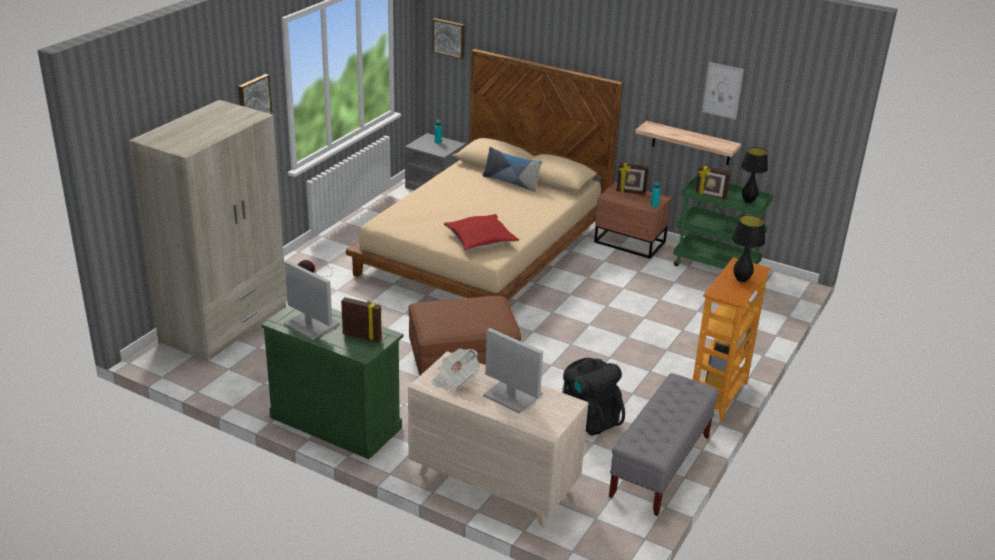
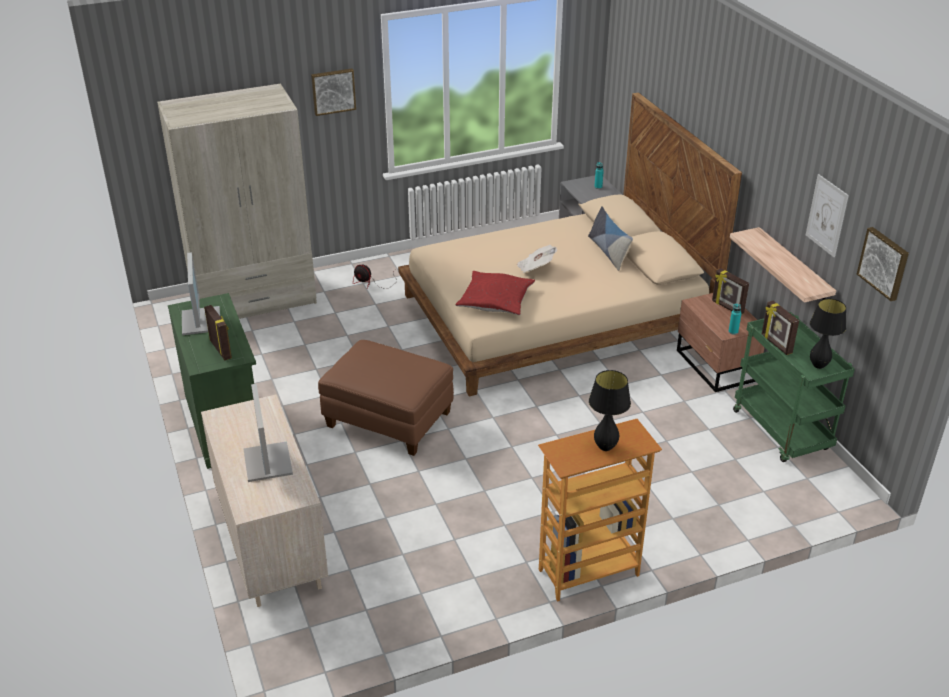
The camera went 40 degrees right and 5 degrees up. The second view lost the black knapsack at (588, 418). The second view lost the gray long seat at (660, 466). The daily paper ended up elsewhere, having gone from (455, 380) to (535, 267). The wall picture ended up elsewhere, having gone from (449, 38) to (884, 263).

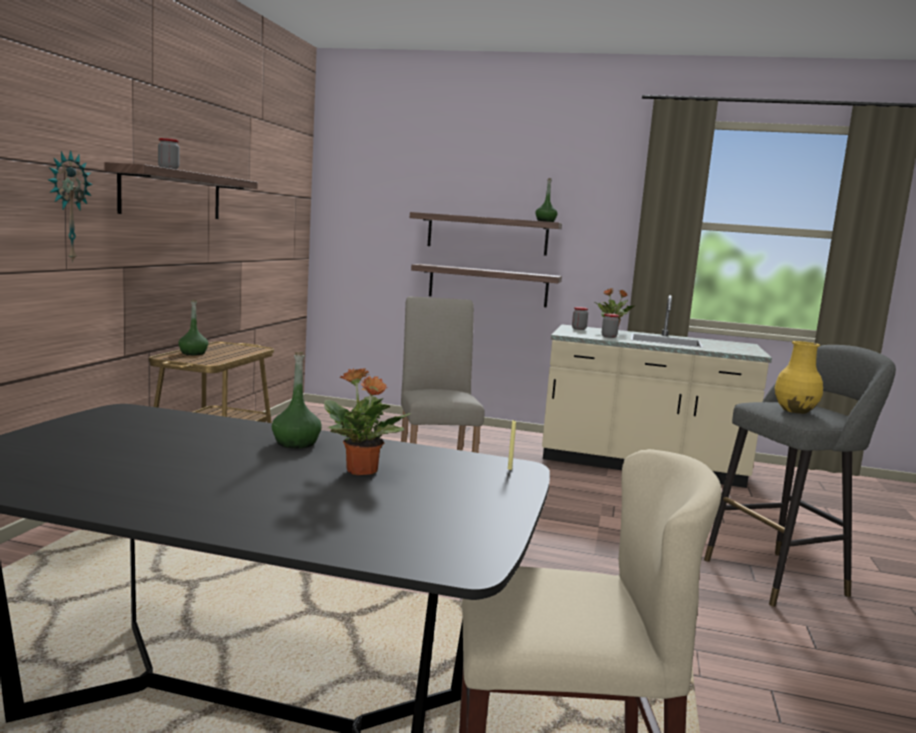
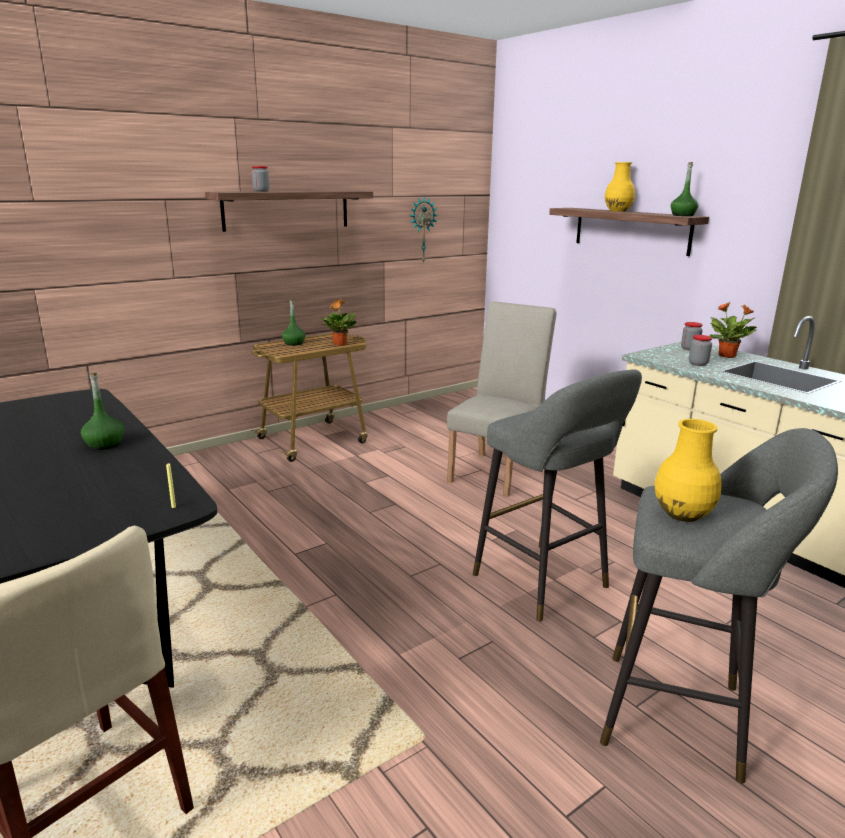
The camera went 40 degrees right and 10 degrees up. The second view lost the bracket shelf at (488, 285). The second view gained the gray stool seat at (545, 584). The second view gained the yellow vase at (618, 211). The wall clock ended up elsewhere, having gone from (67, 206) to (422, 230). The plant in a pot ended up elsewhere, having gone from (362, 471) to (339, 344).

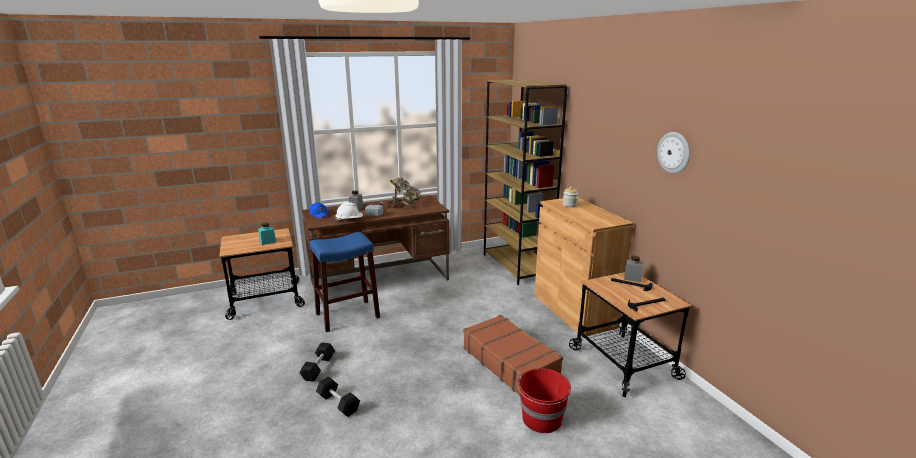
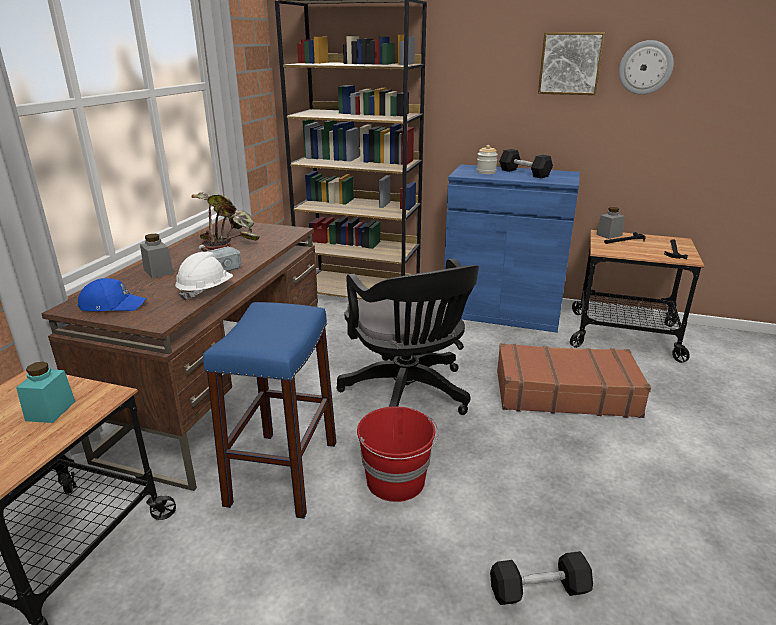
The camera went 50 degrees left and 5 degrees up. The second view gained the black desk chair at (408, 395). The second view gained the wall picture at (570, 63). The black hand weight ended up elsewhere, having gone from (318, 368) to (524, 173). The red-coloured bucket ended up elsewhere, having gone from (542, 419) to (396, 481). What was the brown cabinet at (574, 311) turned into the bluish cabinet at (501, 312).

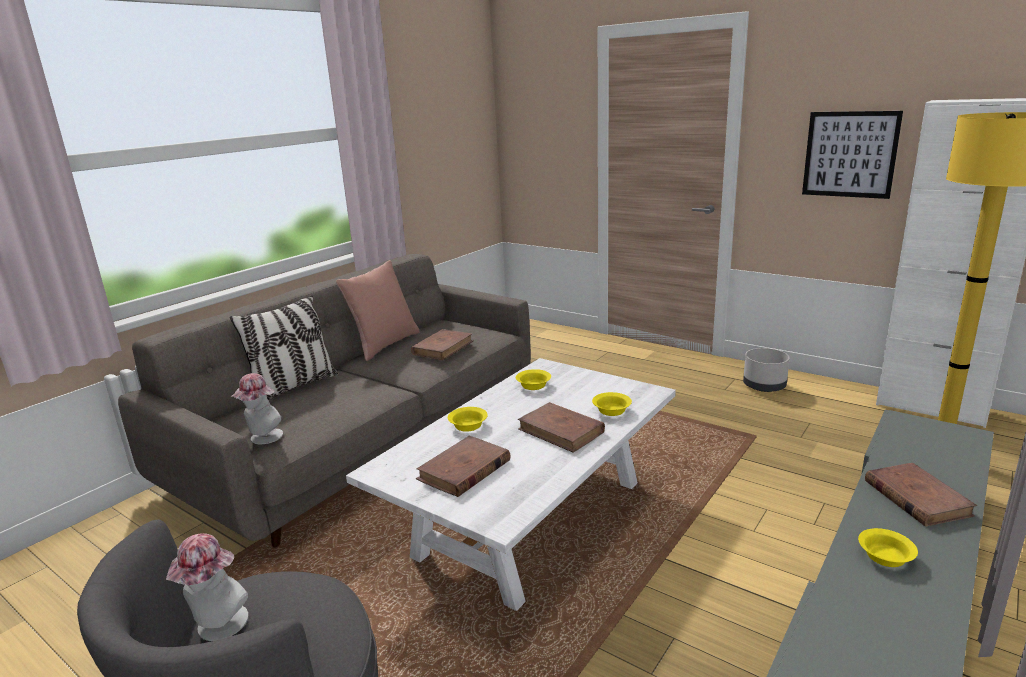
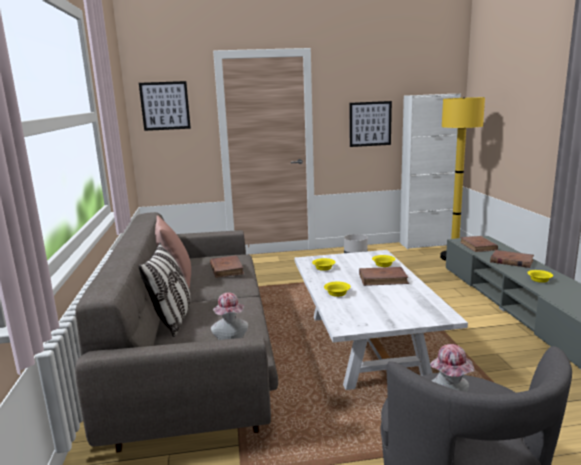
The camera went 45 degrees left and 5 degrees down. The second view gained the wall picture at (165, 106). The brown volume ended up elsewhere, having gone from (464, 470) to (478, 246).

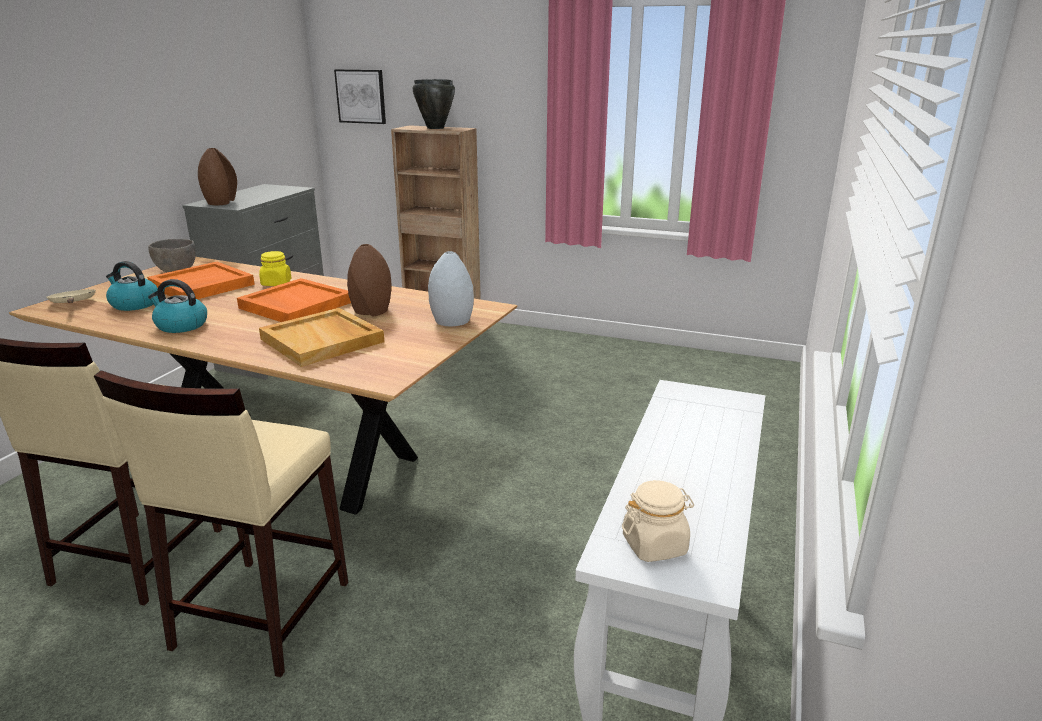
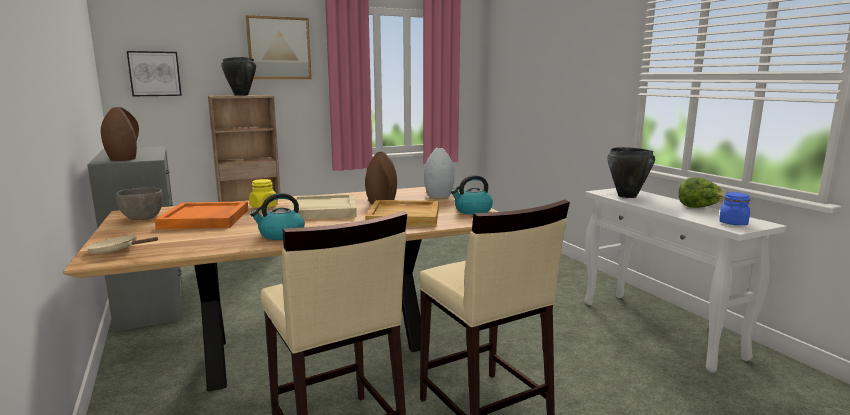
The camera went 45 degrees left and 10 degrees down. The second view gained the wall picture at (279, 48). The second view gained the black cooking pot at (627, 196). The second view gained the lettuce at (699, 207). The tea kettle ended up elsewhere, having gone from (134, 304) to (472, 211). What was the orange serving tray at (295, 305) turned into the beige-coloured serving tray at (322, 210). What was the beige-coloured storage jar at (655, 545) turned into the bluish storage jar at (733, 223).

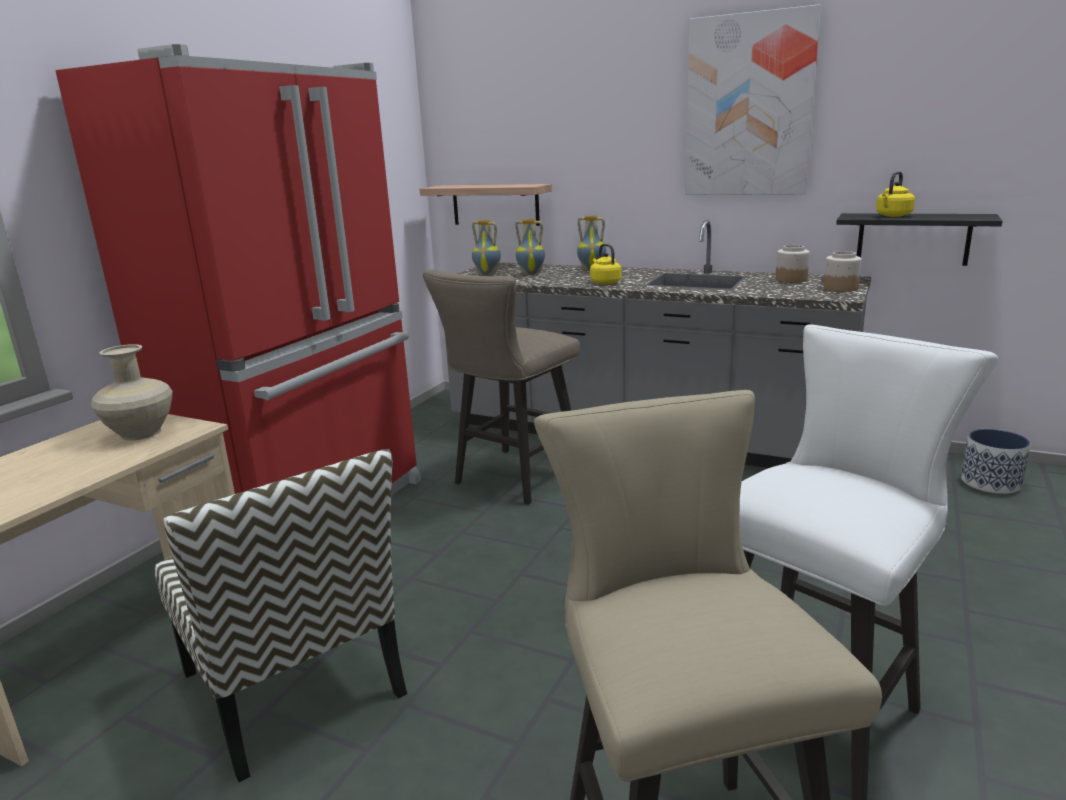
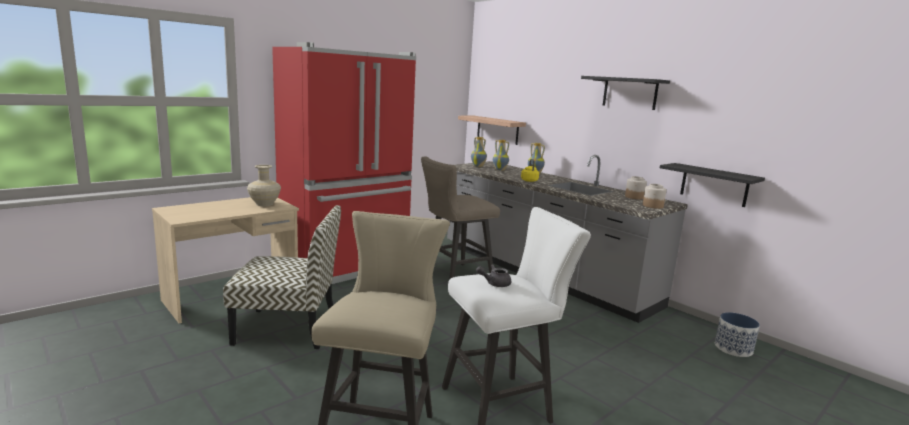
The camera went 20 degrees right and 5 degrees down. The second view lost the yellow tea kettle at (892, 216). The second view gained the gray pot for tea at (494, 283). Where the wall picture hung at (748, 106), the black bracket shelf came to hang at (629, 93). The plain chair at (295, 685) ended up facing another way, 75 degrees counterclockwise from before.

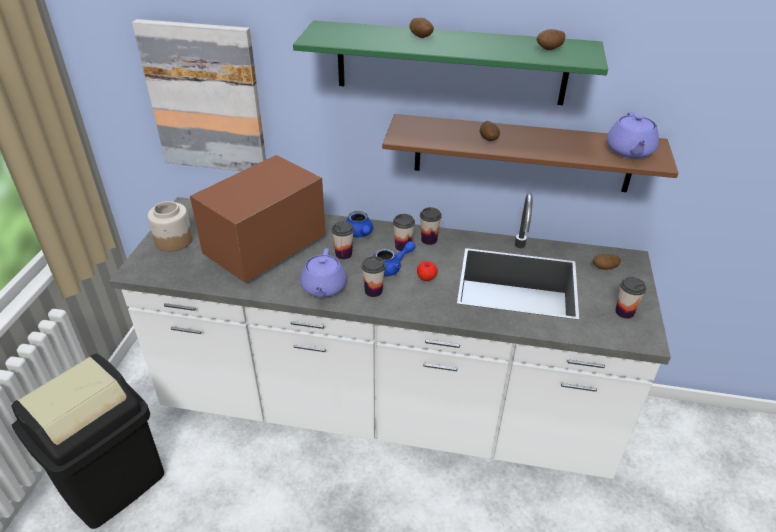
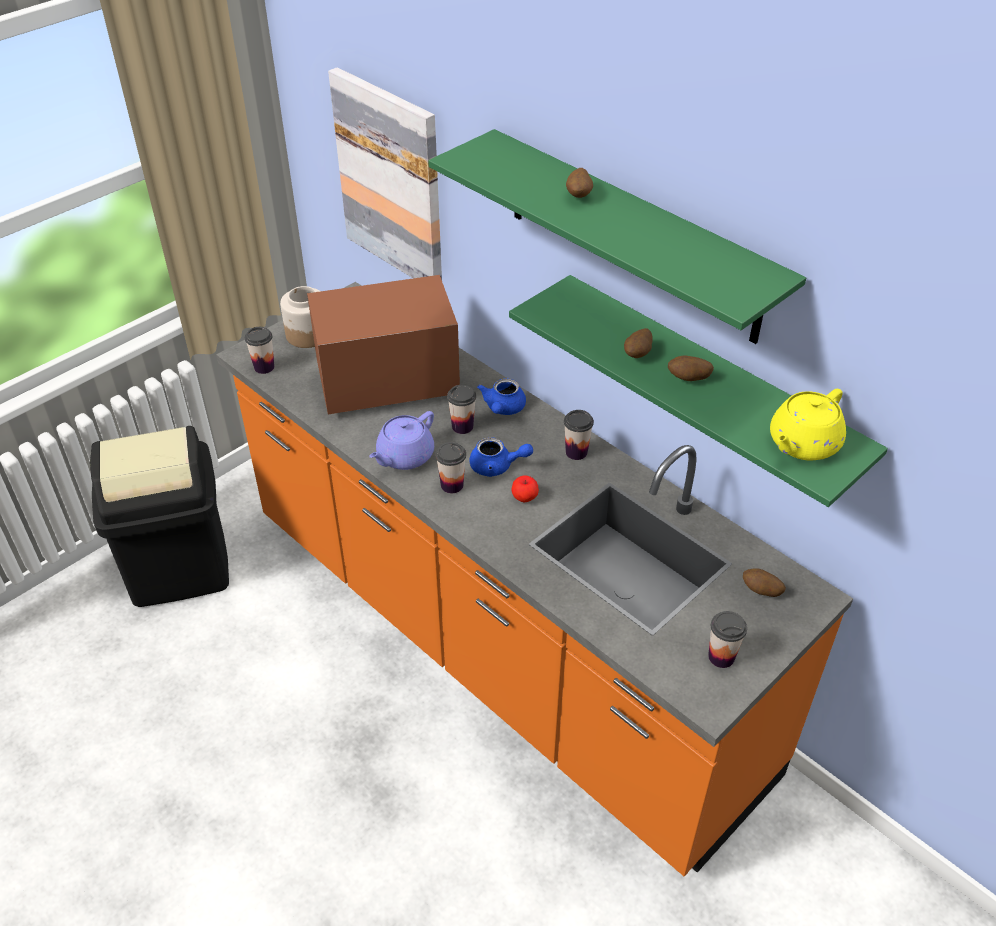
The camera went 35 degrees right and 5 degrees up. The small cup ended up elsewhere, having gone from (403, 246) to (264, 367). The whole potato ended up elsewhere, having gone from (549, 50) to (688, 379). What was the whitish counter at (386, 409) turned into the orange counter at (497, 644). What was the brown bracket shelf at (522, 153) turned into the green bracket shelf at (708, 388). What was the purplish pot for tea at (629, 151) turned into the yellow pot for tea at (802, 444).

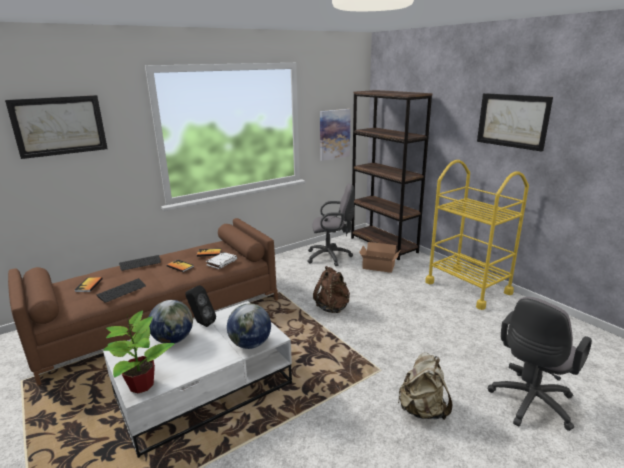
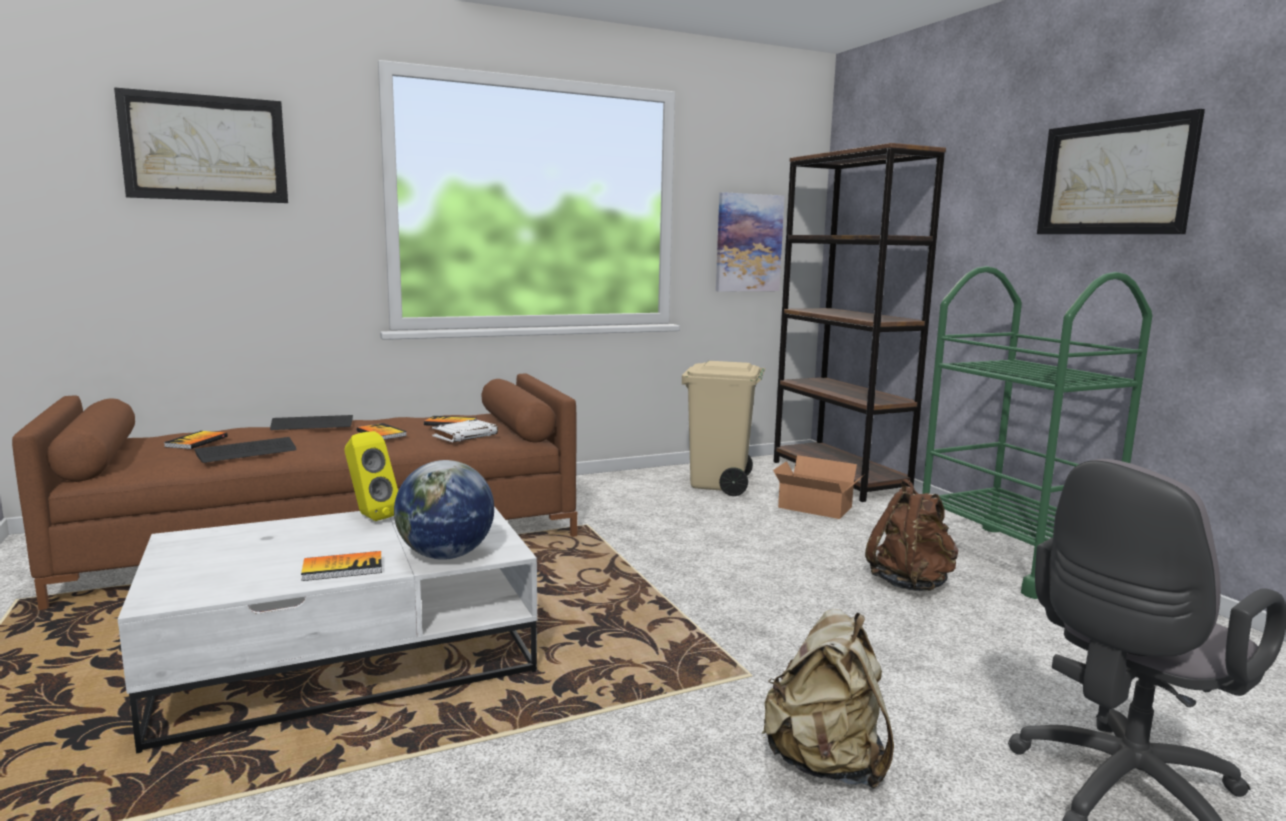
The camera went 10 degrees right and 10 degrees down. The second view lost the plant in a pot at (142, 384). The second view lost the globe at (173, 339). The second view gained the volume at (342, 568). The brown knapsack ended up elsewhere, having gone from (332, 307) to (910, 583). Where the gray desk chair stood at (331, 257), the beige-coloured waste bin came to stand at (719, 484). What was the black speaker at (201, 323) turned into the yellow speaker at (370, 516). What was the yellow wheeled cart at (468, 287) turned into the green wheeled cart at (1010, 559).

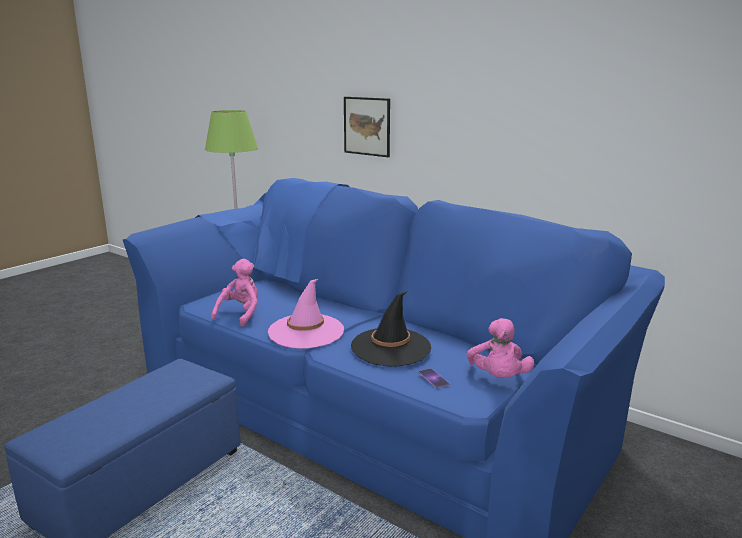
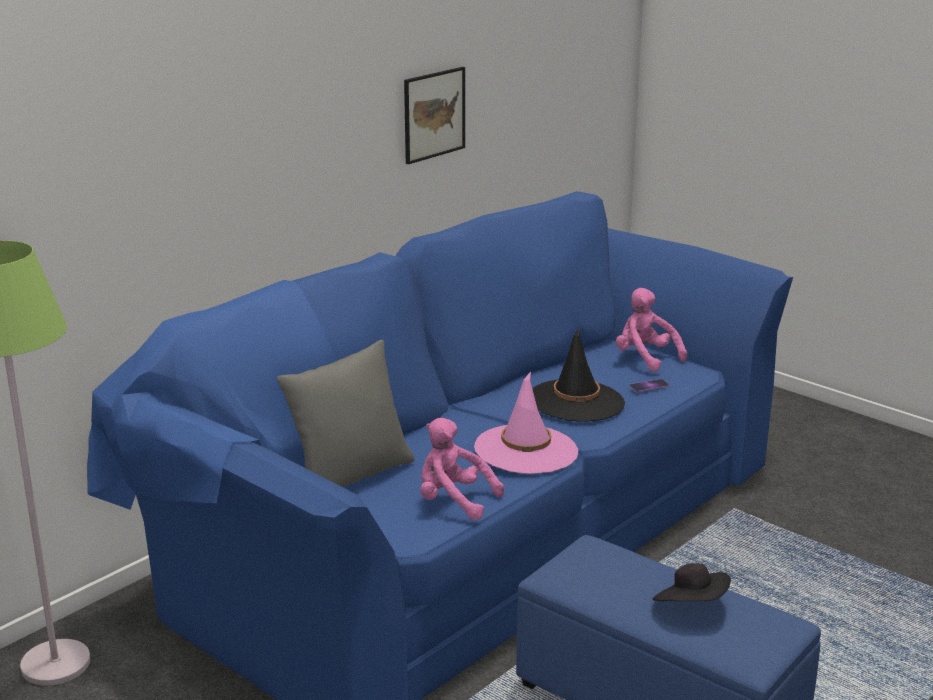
The camera went 85 degrees left and 5 degrees up. The second view gained the gray cushion at (350, 477). The second view gained the black hat at (691, 606). The wall picture ended up elsewhere, having gone from (367, 126) to (434, 114). The pinkish plush toy at (498, 378) ended up facing another way, 135 degrees counterclockwise from before.

